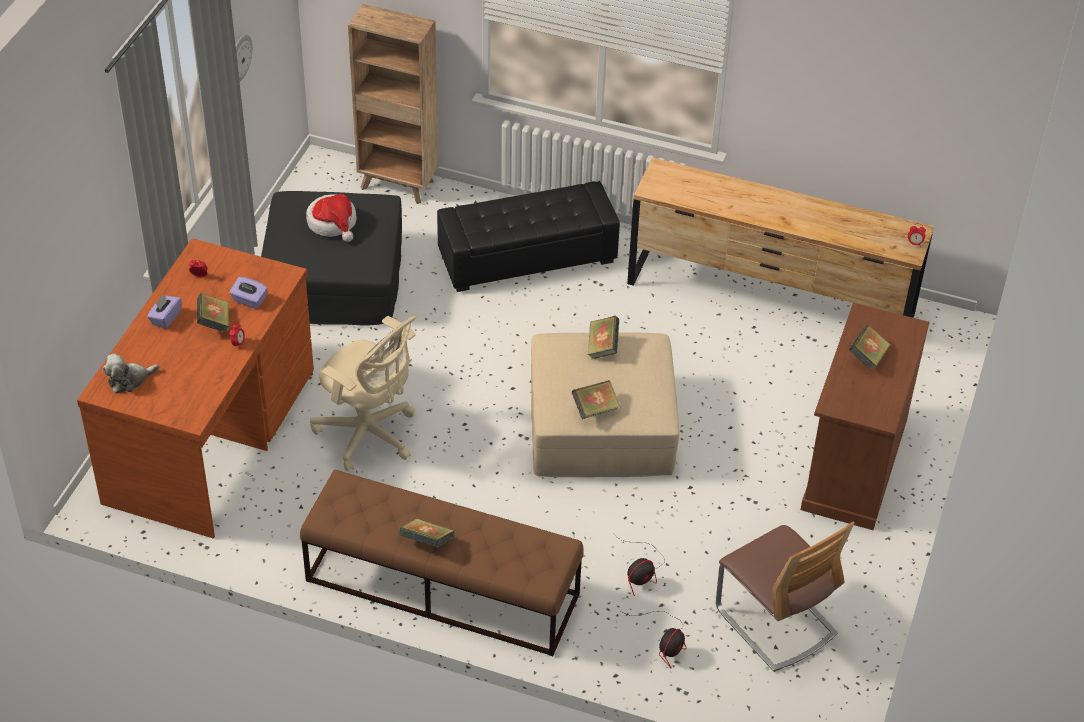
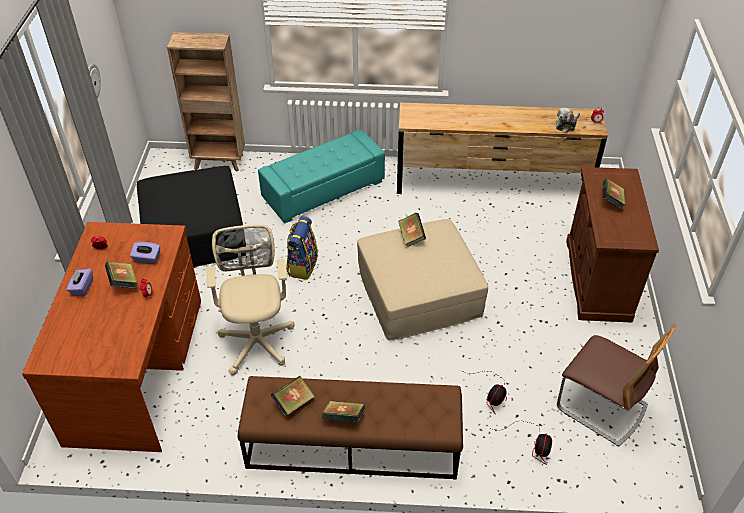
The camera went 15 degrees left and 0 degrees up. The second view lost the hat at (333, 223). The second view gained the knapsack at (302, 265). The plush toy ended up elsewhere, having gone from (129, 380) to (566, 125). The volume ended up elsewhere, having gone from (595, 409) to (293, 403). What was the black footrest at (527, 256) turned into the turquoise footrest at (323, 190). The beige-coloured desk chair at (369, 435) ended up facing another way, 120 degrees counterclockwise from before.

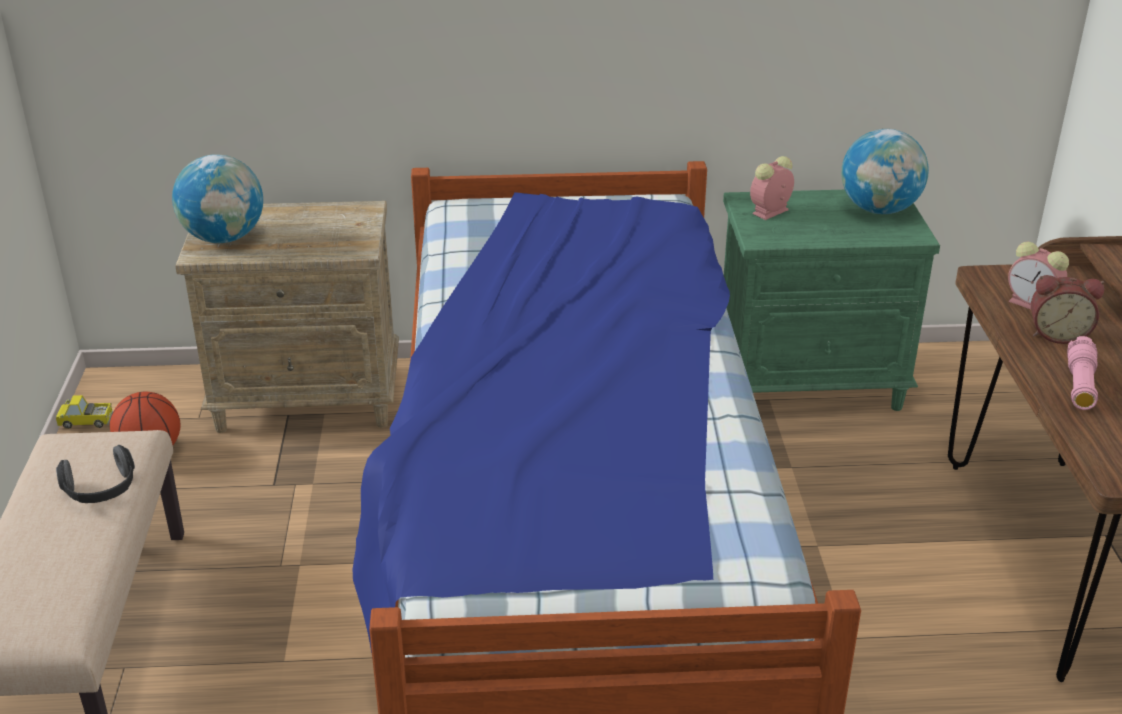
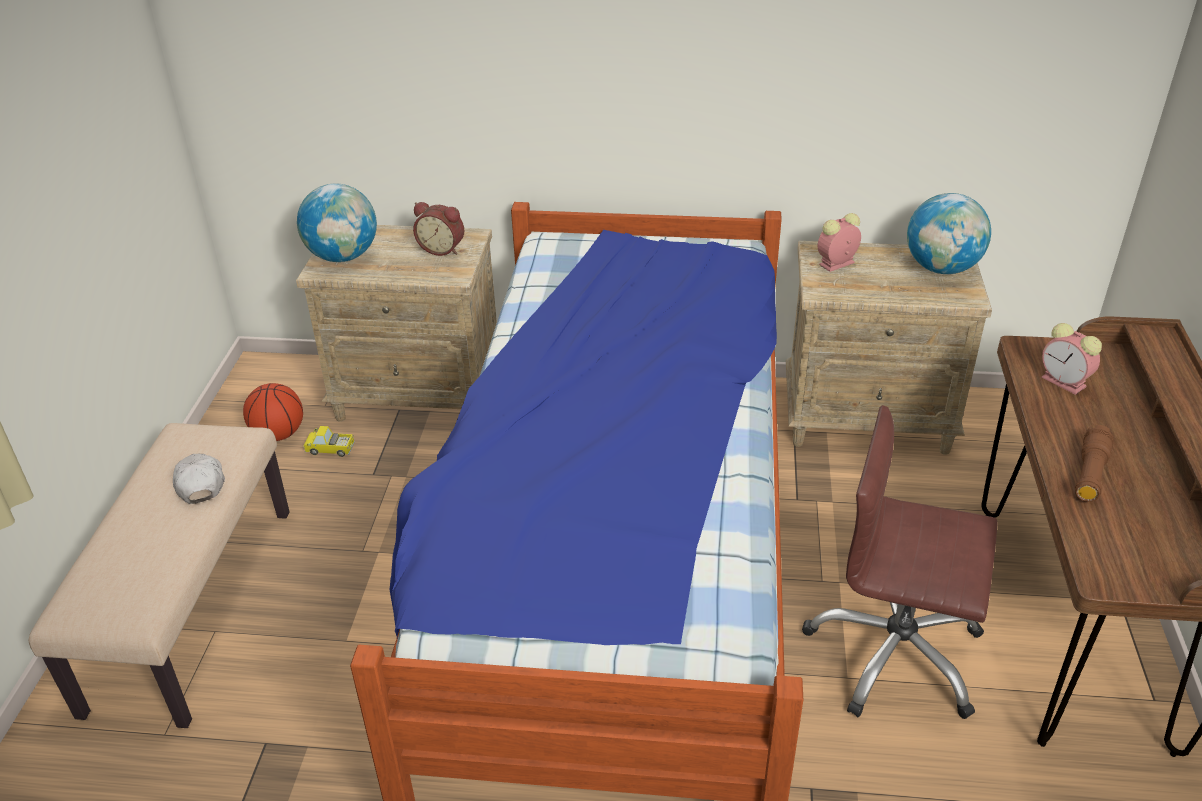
The camera went 10 degrees right and 5 degrees up. The second view gained the brown desk chair at (895, 654). The model truck ended up elsewhere, having gone from (86, 422) to (330, 449). The bedside clock ended up elsewhere, having gone from (1057, 334) to (442, 249). Where the headset stood at (101, 491), the whitish baseball cap came to stand at (200, 483). What was the green bedside table at (810, 382) turned into the beige-coloured bedside table at (868, 419). What was the pinkish hand torch at (1080, 385) turned into the brown hand torch at (1090, 473).

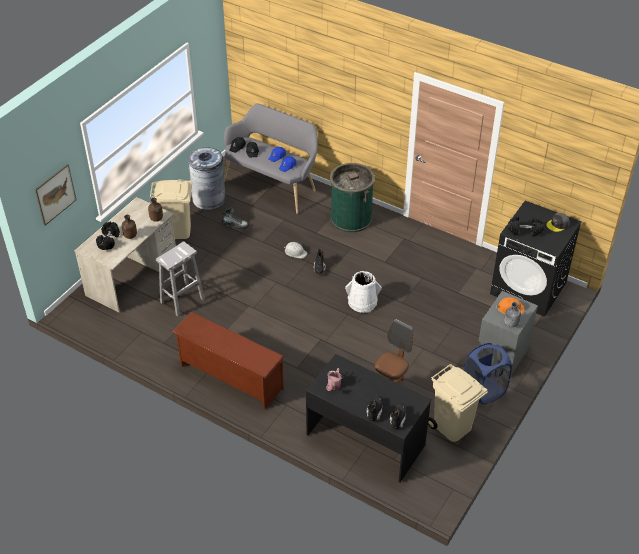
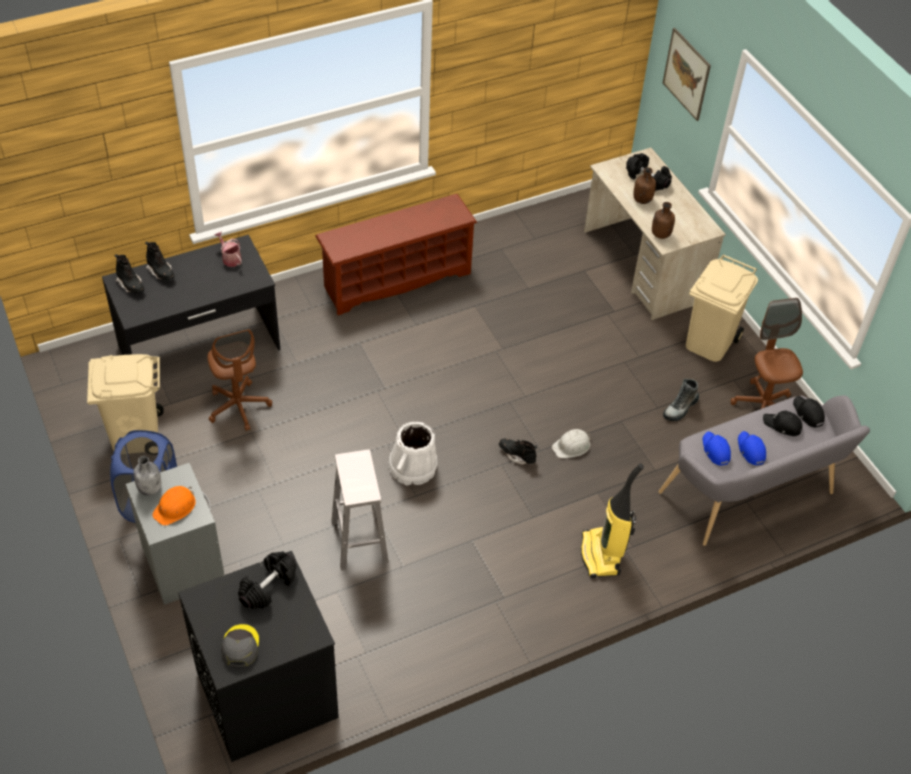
The camera went 120 degrees right and 5 degrees up. The whitish stool seat ended up elsewhere, having gone from (182, 301) to (359, 540). Where the gray waste bin stood at (209, 199), the brown desk chair came to stand at (762, 406). Where the green waste bin stood at (351, 218), the hoover came to stand at (602, 555).

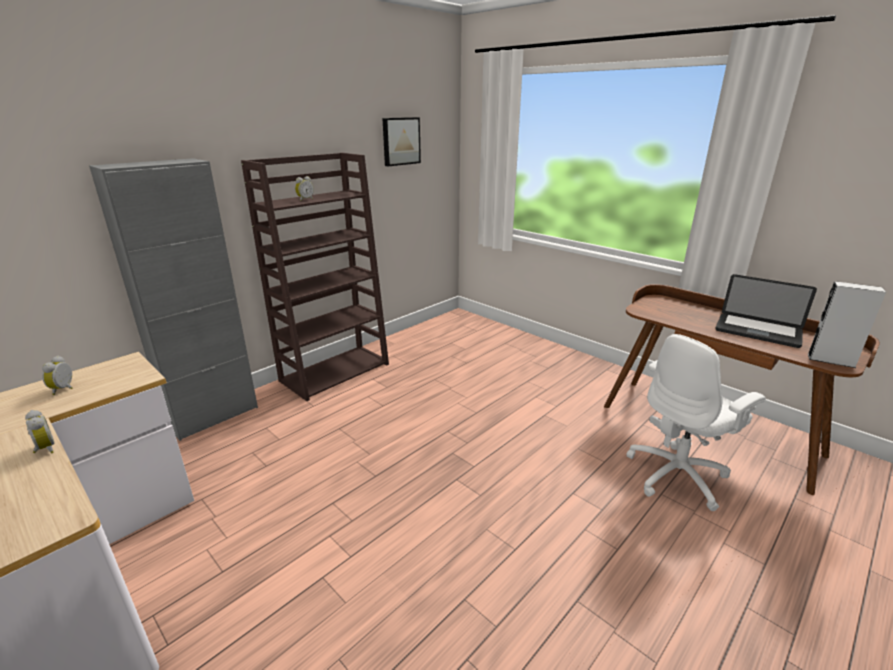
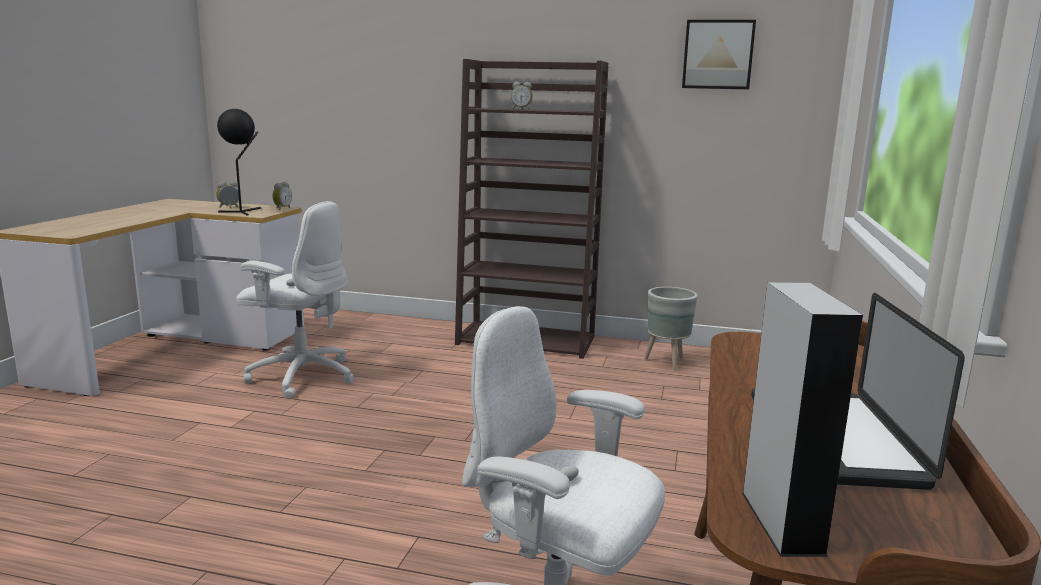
The camera went 60 degrees right and 10 degrees down. The second view lost the gray cabinet at (213, 416). The second view gained the black lamp for a table at (243, 212). The second view gained the whitish desk chair at (301, 376). The second view gained the gray planter at (667, 362). The bedside clock ended up elsewhere, having gone from (44, 449) to (281, 208).

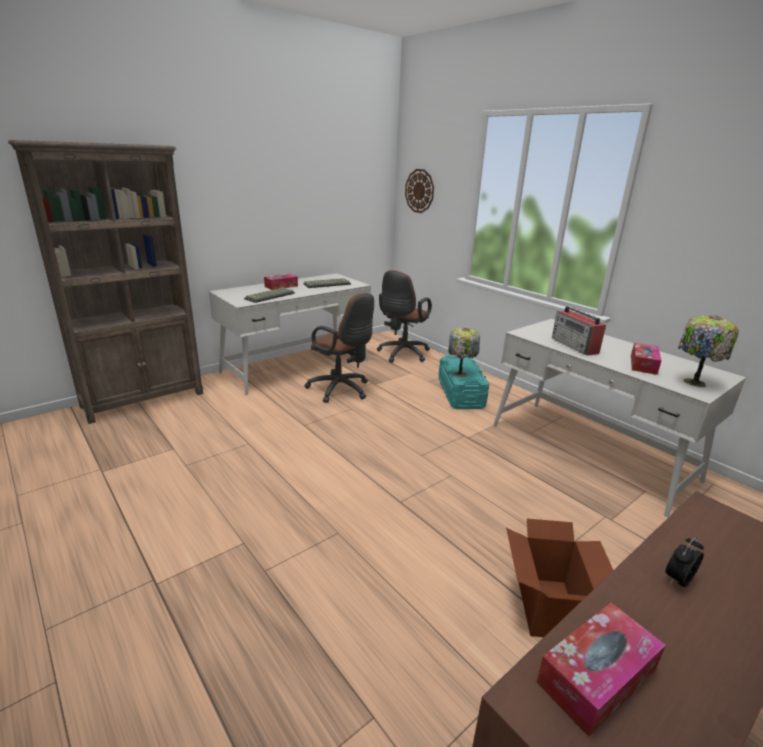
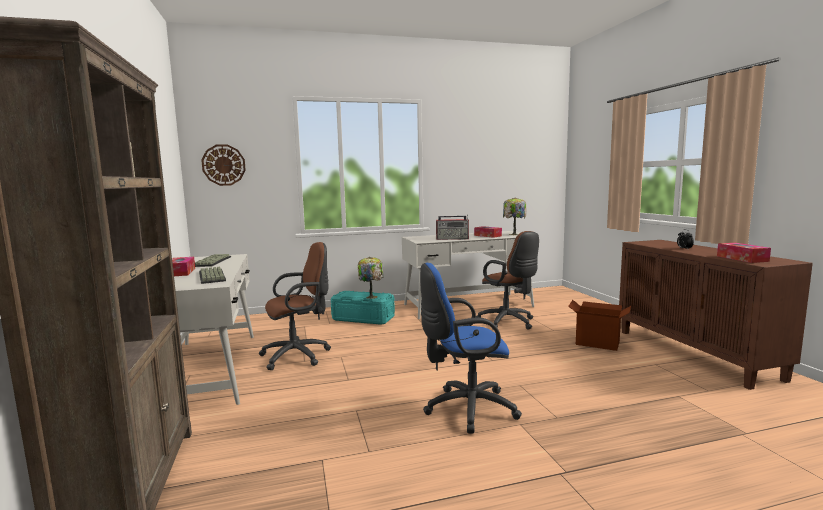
The camera went 65 degrees left and 15 degrees down. The second view gained the bluish desk chair at (465, 409). The brown desk chair ended up elsewhere, having gone from (402, 354) to (508, 323).

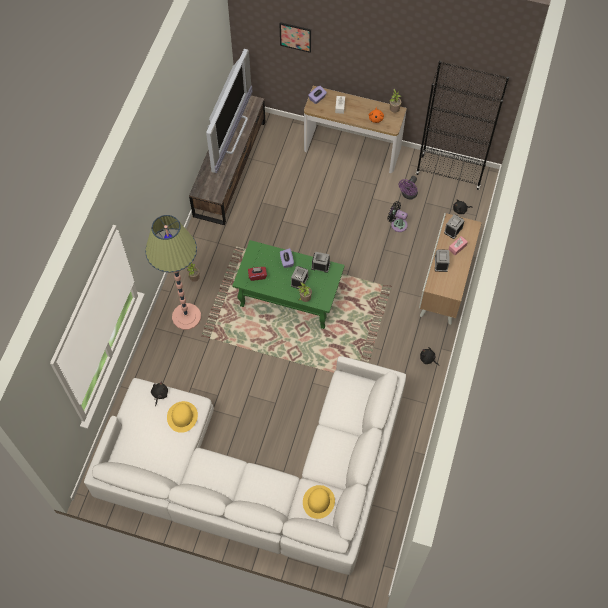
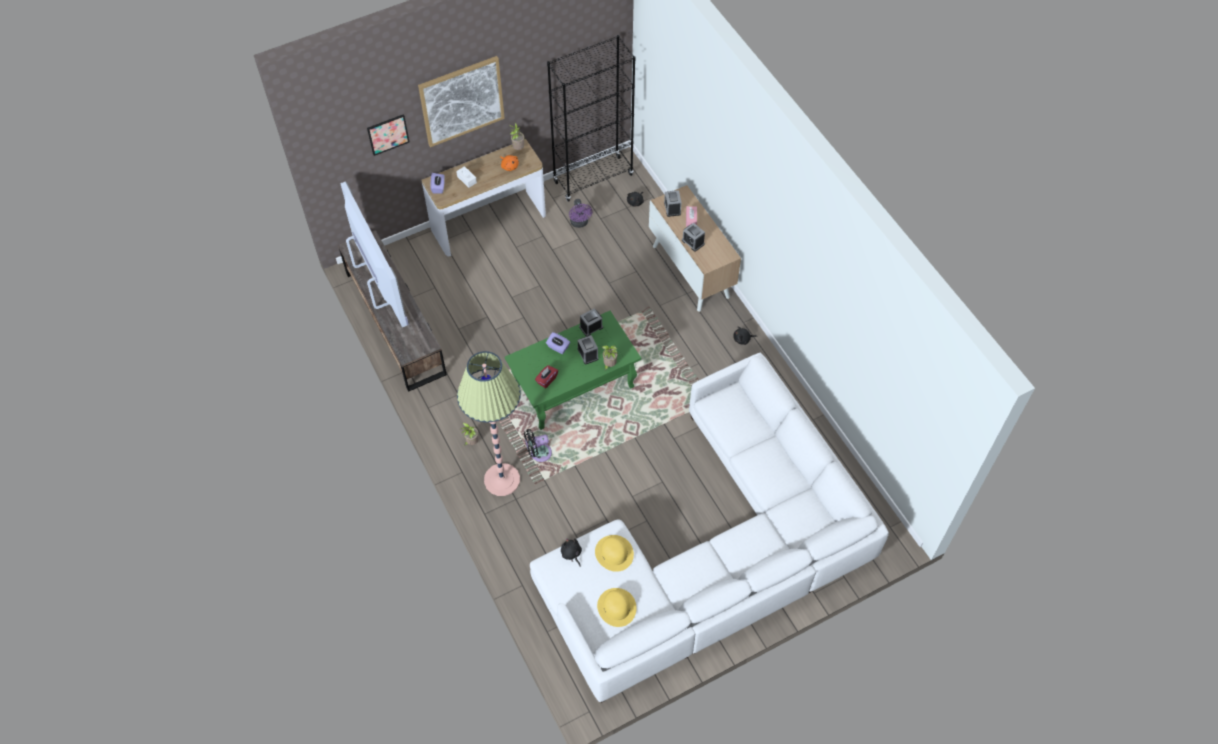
The camera went 45 degrees left and 5 degrees down. The second view gained the wall picture at (462, 101). The yellow hat ended up elsewhere, having gone from (318, 502) to (617, 607). The black cooling fan ended up elsewhere, having gone from (397, 224) to (538, 453).

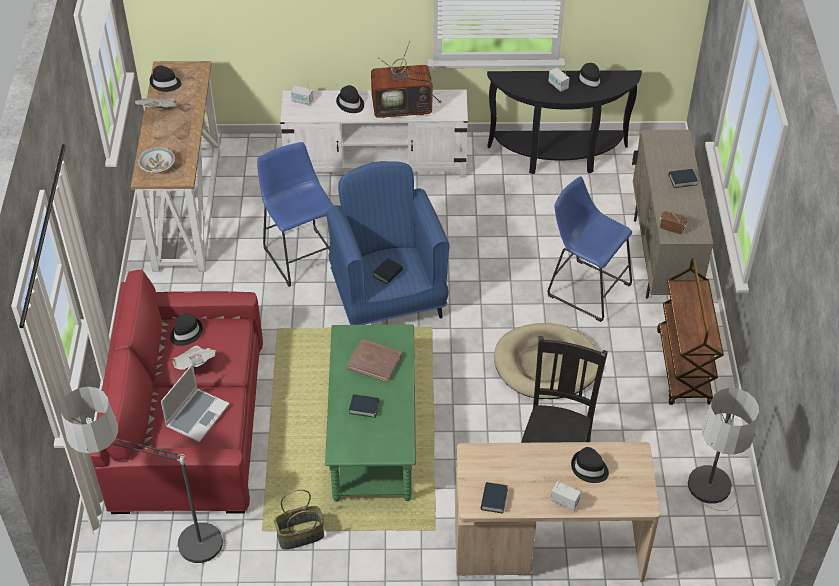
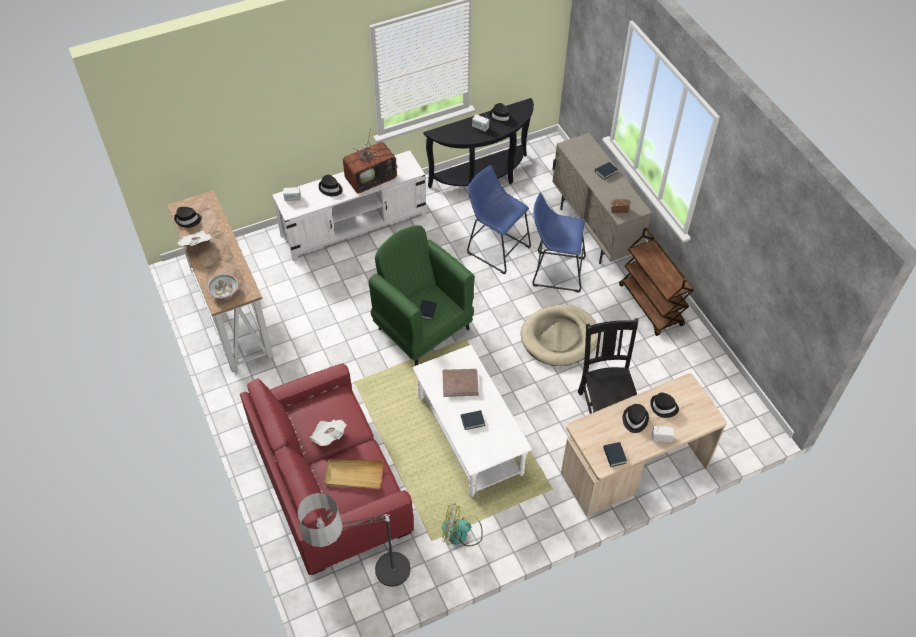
The camera went 25 degrees left and 5 degrees up. The second view lost the standard lamp at (704, 515). The black hat ended up elsewhere, having gone from (186, 333) to (634, 420). The bluish stool seat ended up elsewhere, having gone from (301, 253) to (496, 248). Where the laptop stood at (197, 415), the beige-coloured serving tray came to stand at (354, 475). Where the storage basket stood at (300, 536), the cooling fan came to stand at (461, 533). What was the green coffee table at (373, 433) turned into the whitish coffee table at (469, 435). What was the bluish armchair at (388, 298) turned into the green armchair at (422, 328).

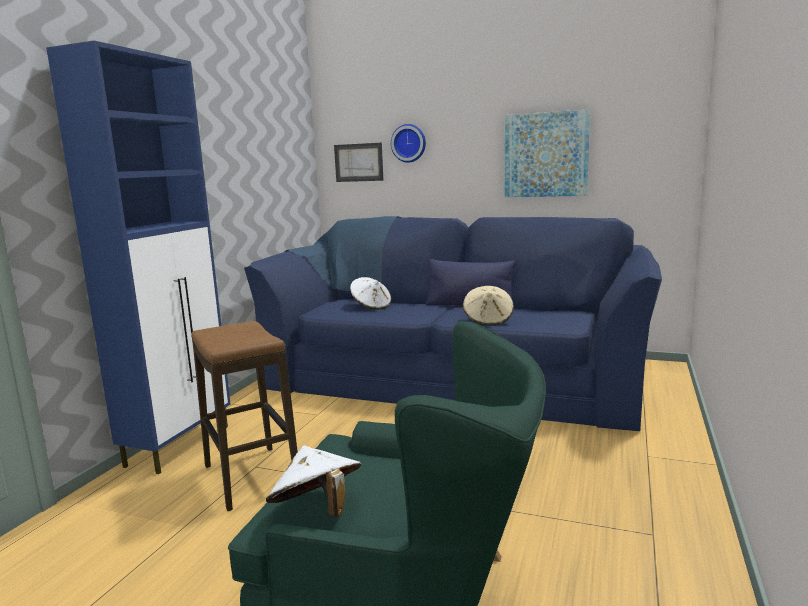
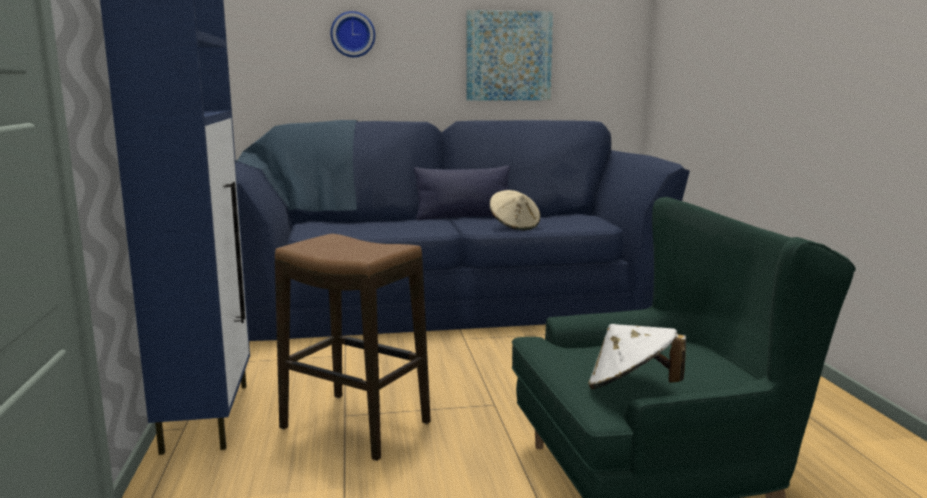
The camera went 30 degrees left and 0 degrees up. The second view lost the wall picture at (358, 162). The second view lost the whitish hat at (371, 306).

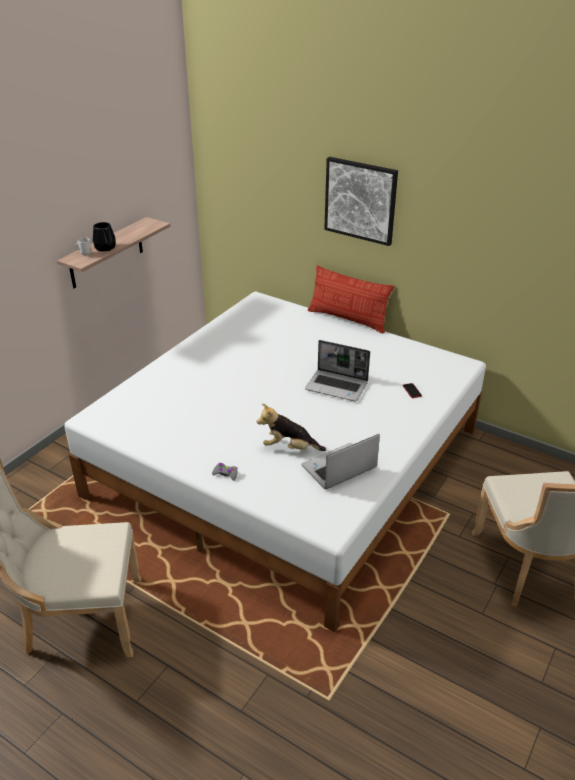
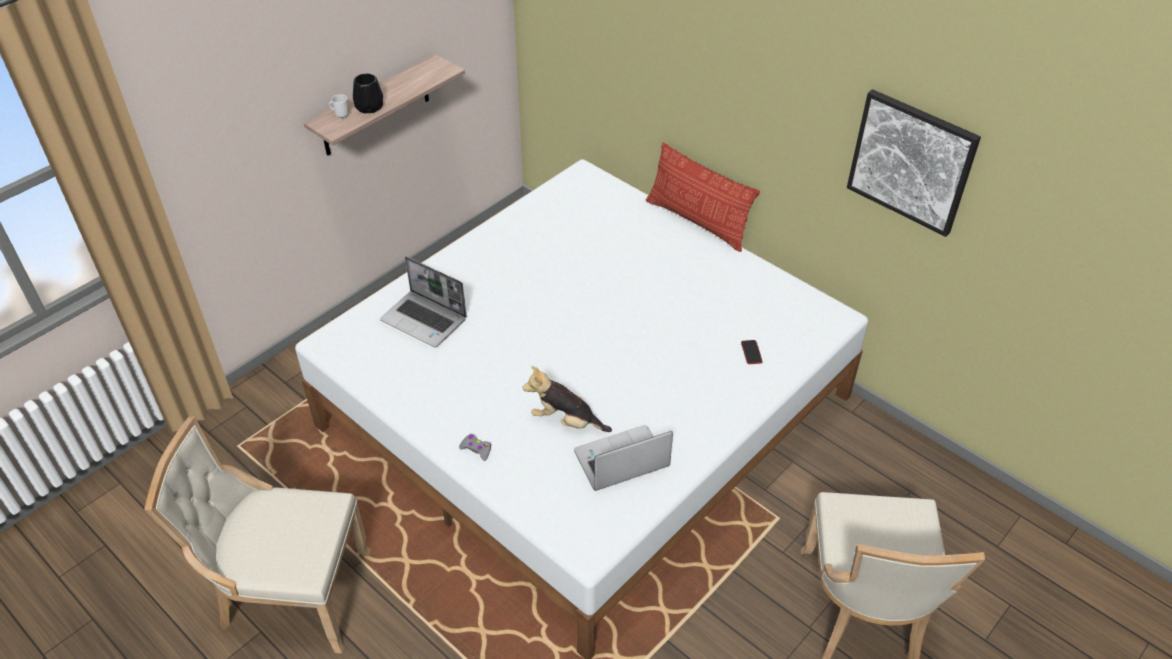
The camera went 10 degrees right and 10 degrees up. The laptop ended up elsewhere, having gone from (337, 386) to (425, 320). The wall picture ended up elsewhere, having gone from (360, 200) to (911, 161).

